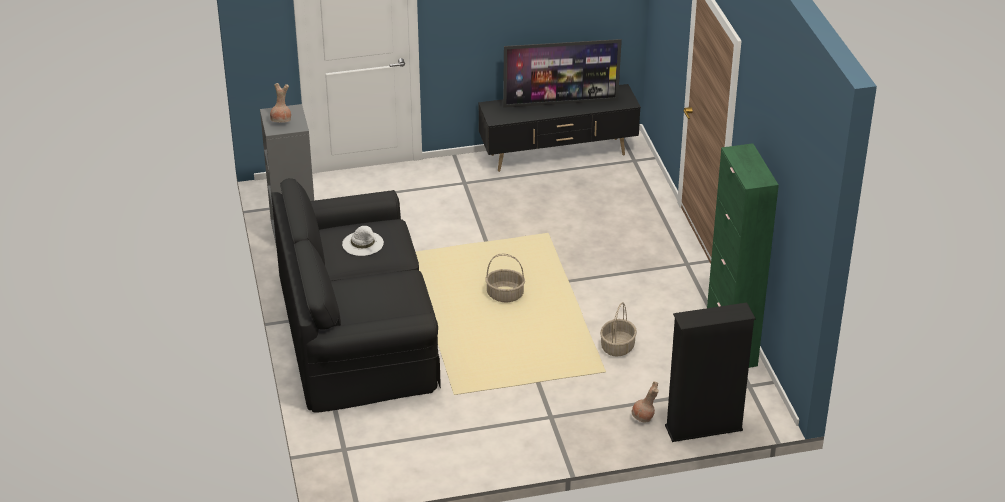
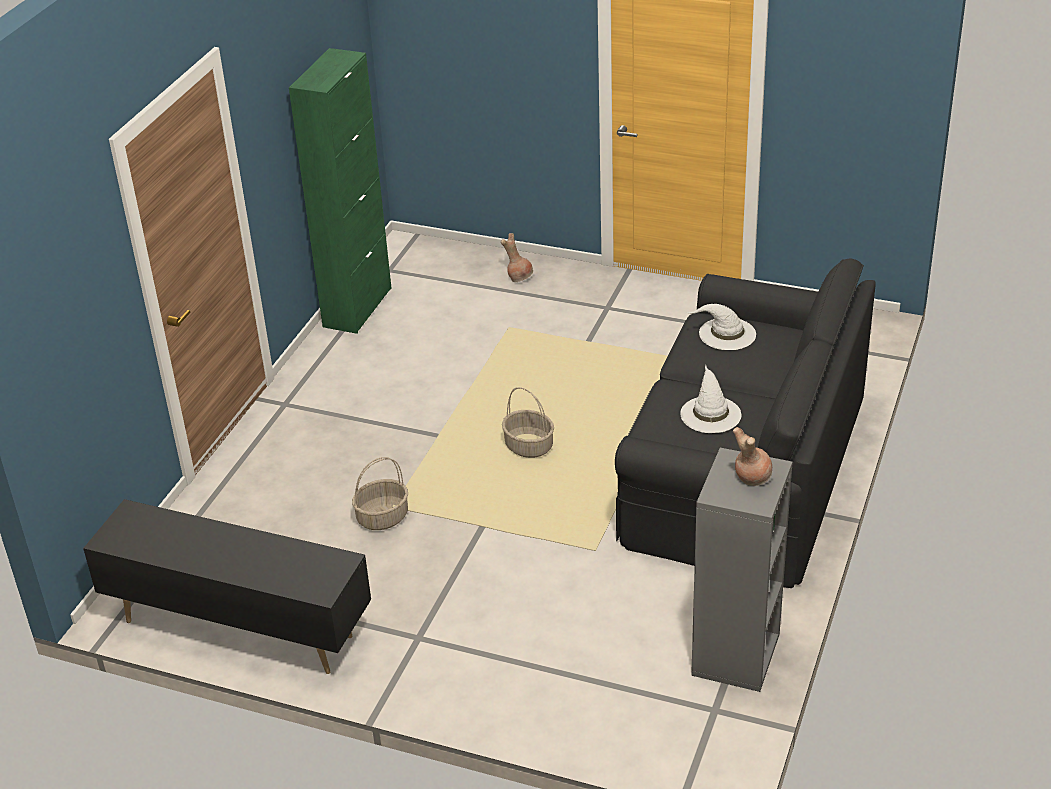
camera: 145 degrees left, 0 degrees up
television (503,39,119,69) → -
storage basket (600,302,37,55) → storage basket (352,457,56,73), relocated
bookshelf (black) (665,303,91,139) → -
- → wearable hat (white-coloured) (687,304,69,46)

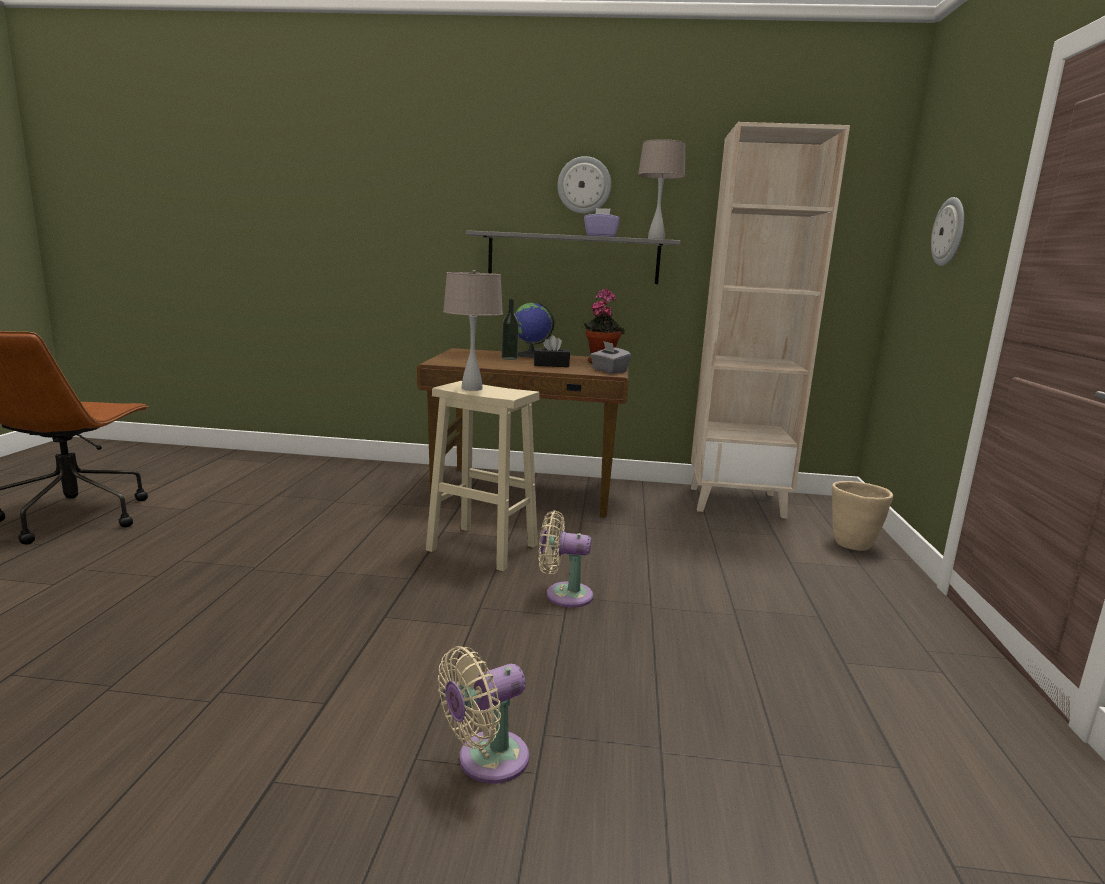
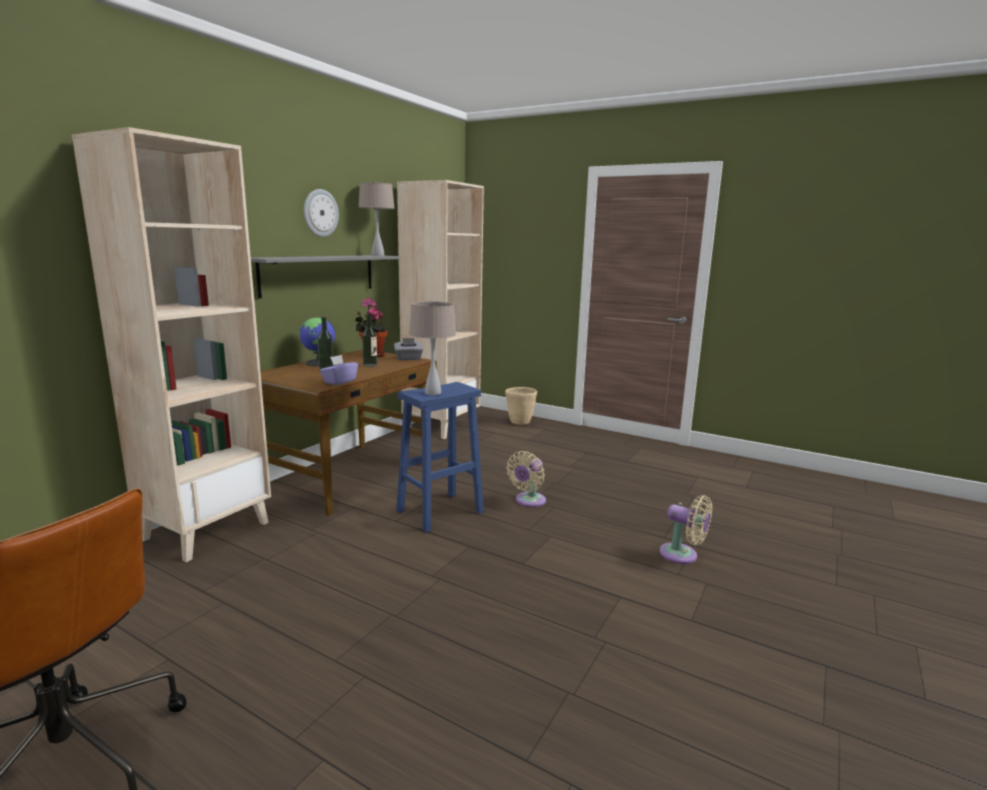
camera: 65 degrees left, 0 degrees up
stool seat (beige-coloured) (426,381,113,190) → stool seat (blue-coloured) (396,382,88,151)
fan (beige-coloured) (438,646,91,138) → fan (beige-coloured) (659,496,53,68), 45 degrees counterclockwise
tissue box (black) (534,335,36,32) → beverage bottle (362,315,15,52)
tissue box (purple) (584,208,36,29) → tissue box (purple) (320,355,38,30), relocated
clock on the wall (931,197,33,69) → -
- → bookshelf (beige-coloured) (72,127,199,435)

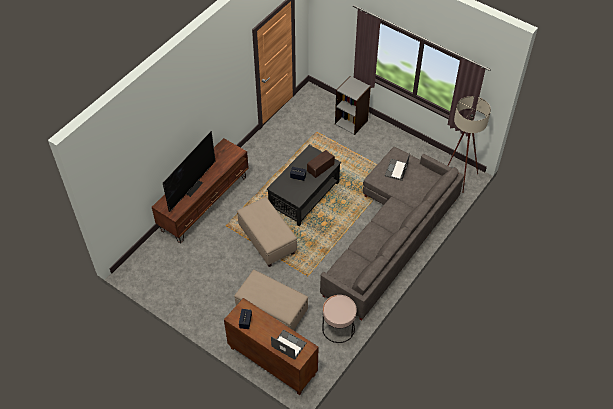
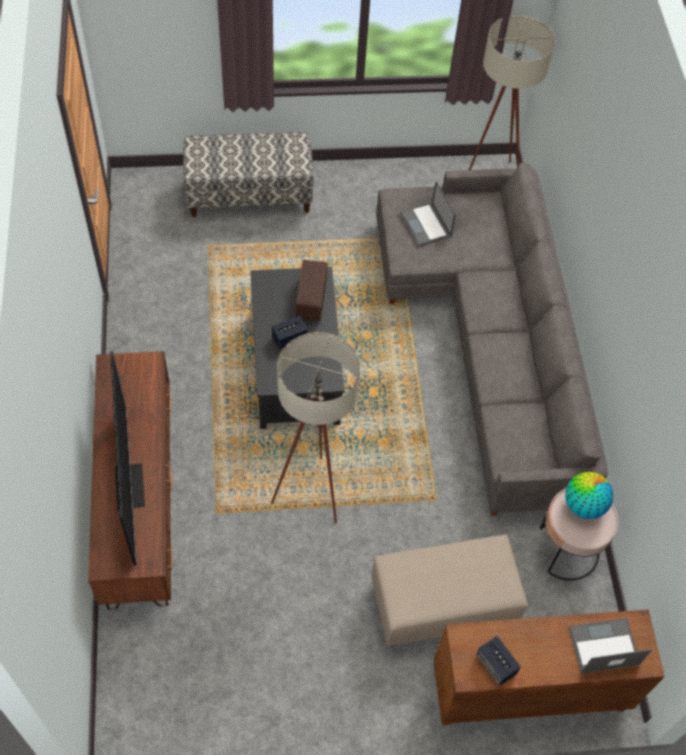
camera: 45 degrees left, 5 degrees up
pouffe (beige-coloured) (237,197,60,70) → standing lamp (beige-coloured) (271,332,89,191)
bookshelf (grey) (335,76,36,59) → long seat (183,132,131,85)
- → desk globe (565,472,49,47)

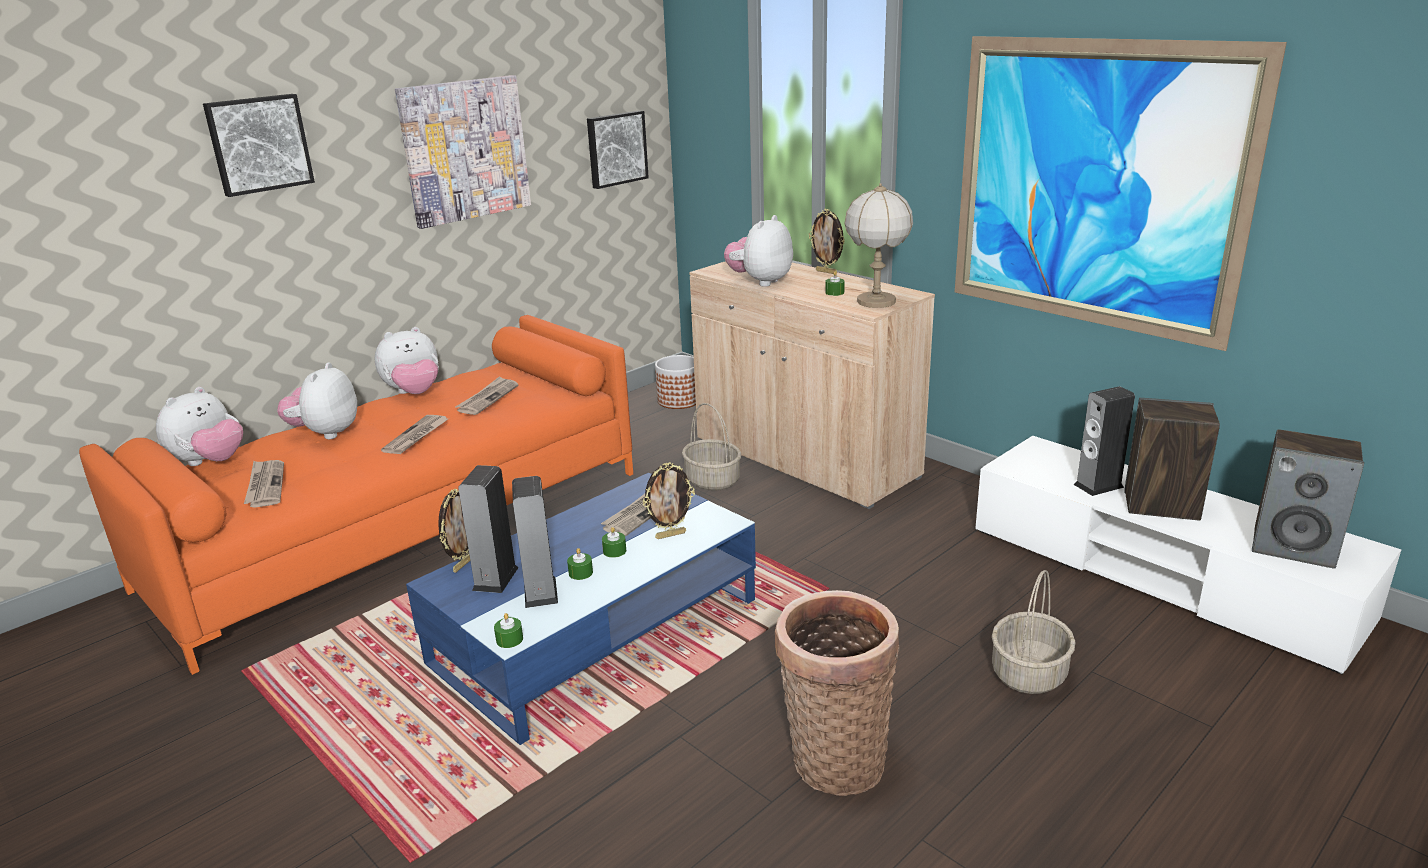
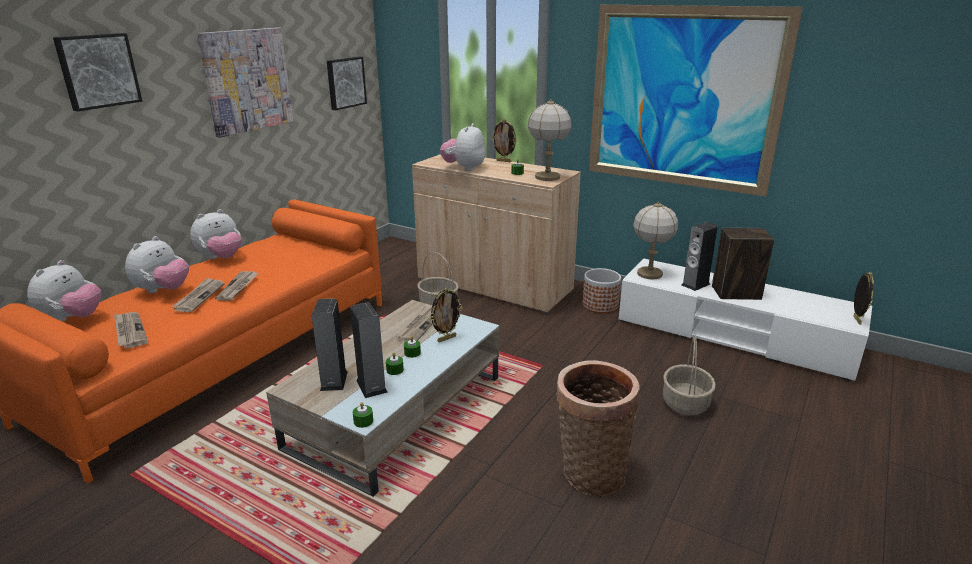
camera: 15 degrees left, 0 degrees up
plush toy (277,362,80,77) → plush toy (125,236,64,57), 150 degrees counterclockwise
low table (blue-coloured) (406,473,350,272) → low table (beige-coloured) (266,300,233,197)
photo frame (438,489,32,84) → photo frame (853,272,21,53), relocated
printed paper (456,376,62,39) → printed paper (172,278,53,34), relocated
flower pot (655,355,41,54) → flower pot (583,268,38,45), relocated
loudspeaker (1252,429,112,140) → -
- → tabletop lamp (633,202,45,77)

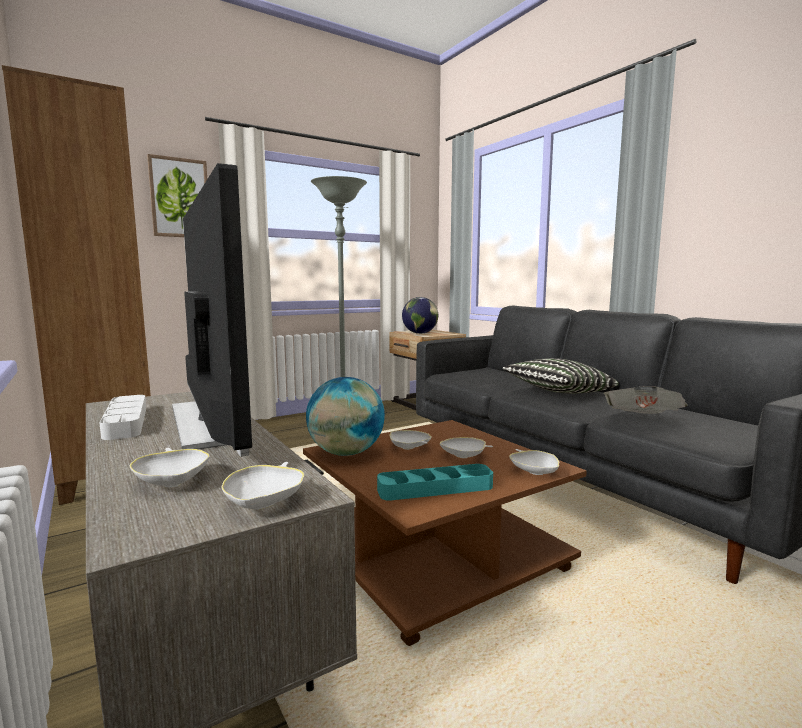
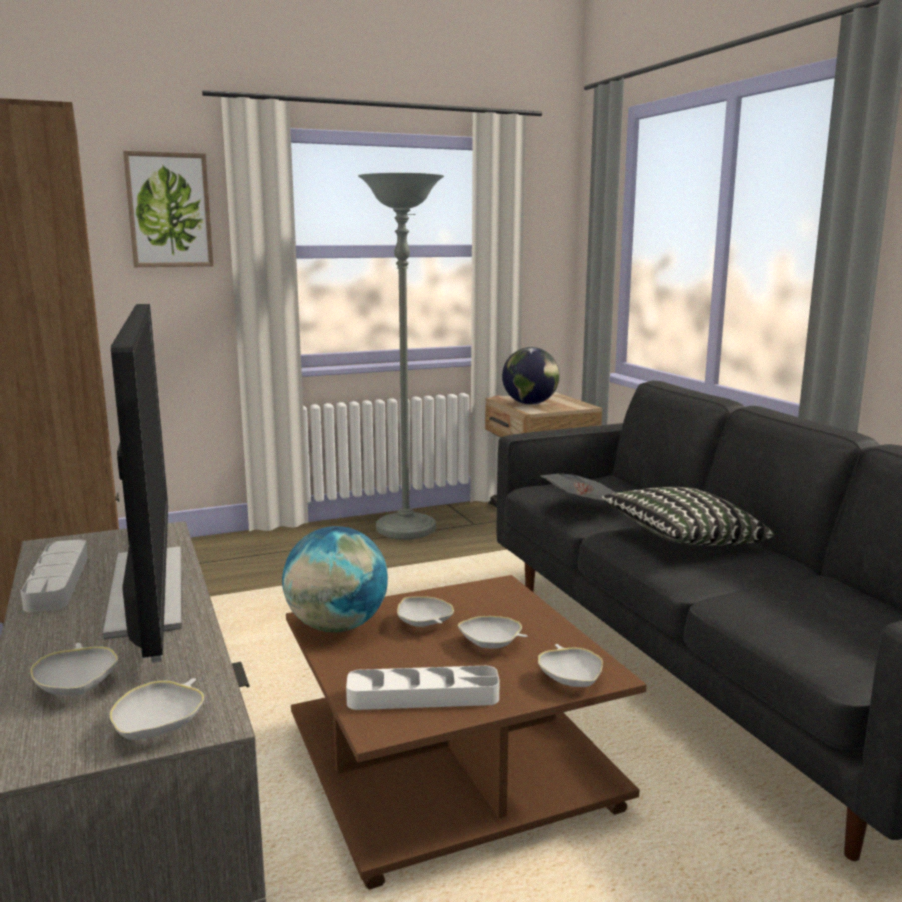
camera: 10 degrees right, 5 degrees up
tray (turquoise) (377,464,116,37) → tray (white-coloured) (346,666,153,44)
printed paper (604,386,84,28) → printed paper (541,474,75,27), relocated

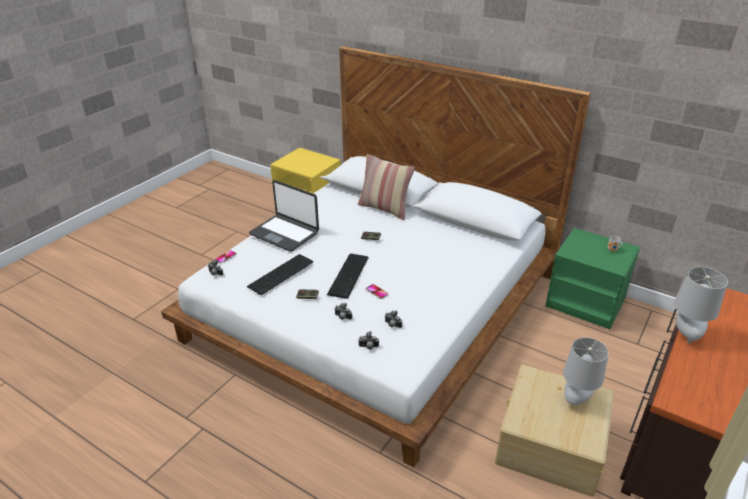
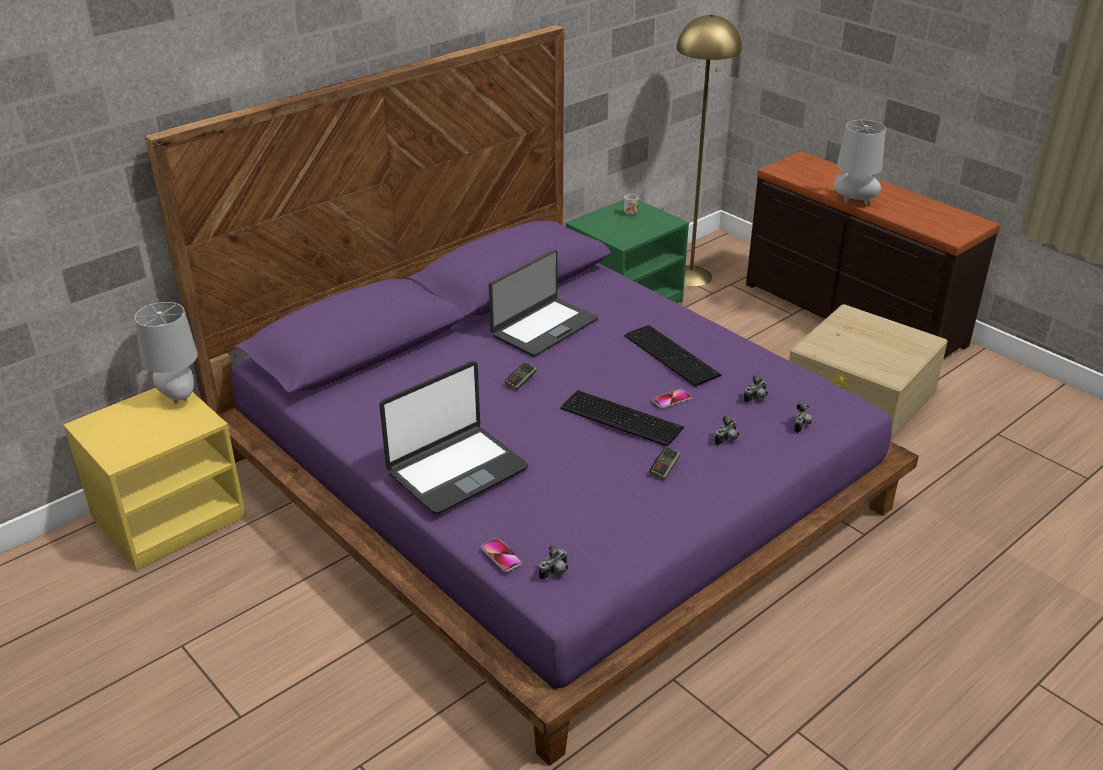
camera: 75 degrees left, 0 degrees up
sleeping bed (white-coloured) (161,46,430,422) → sleeping bed (purple) (145,25,774,741)
PC keyboard (247,254,66,41) → PC keyboard (625,325,96,62), relocated
throw pillow (358,154,57,66) → -
tabletop lamp (grey) (563,337,46,69) → tabletop lamp (grey) (135,302,63,102), relocated
- → portable computer (489,249,109,108)
- → standing lamp (yellow) (677,14,65,273)

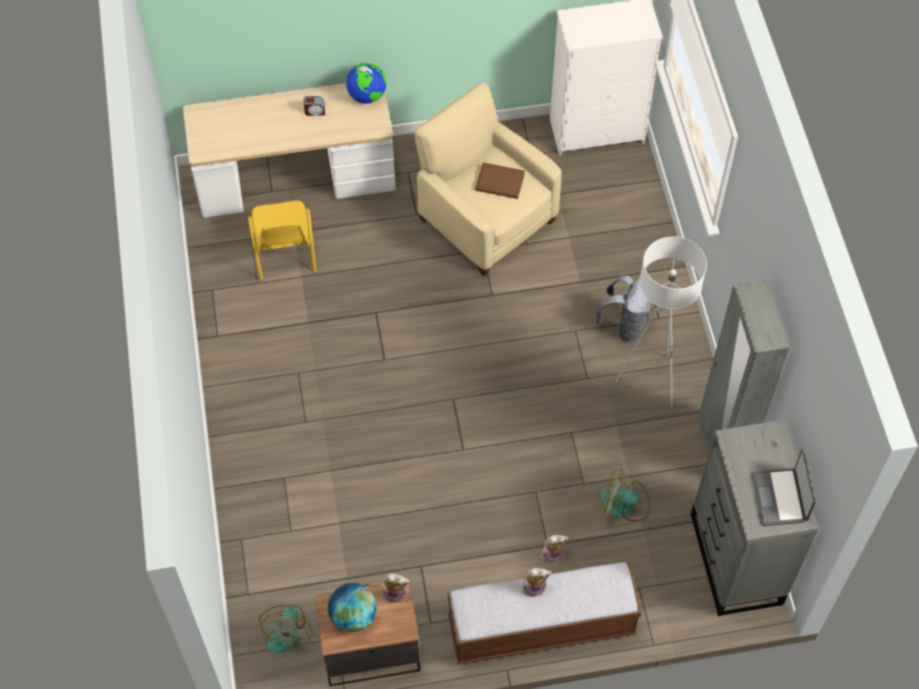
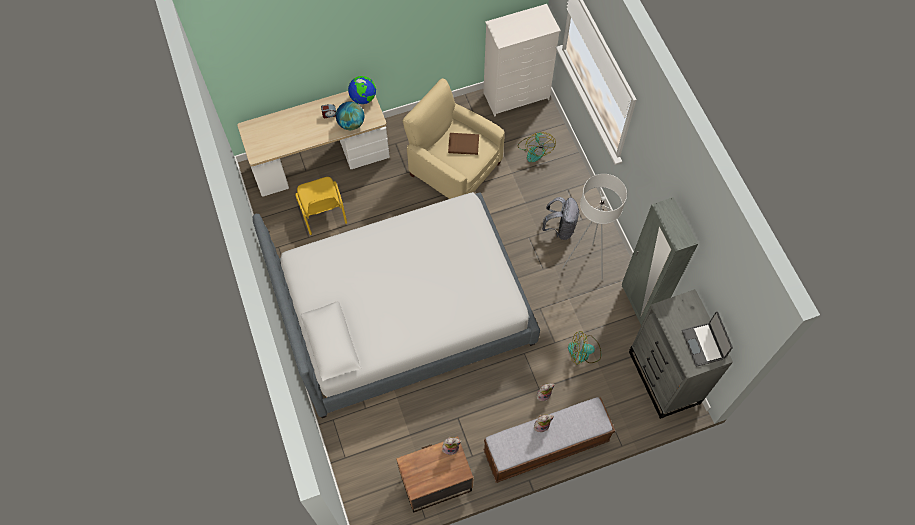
camera: 10 degrees left, 5 degrees up
fan (259,605,54,48) → fan (518,132,38,30), relocated
desk globe (328,583,49,49) → desk globe (336,102,28,28), relocated
- → sleeping bed (253,192,287,226)

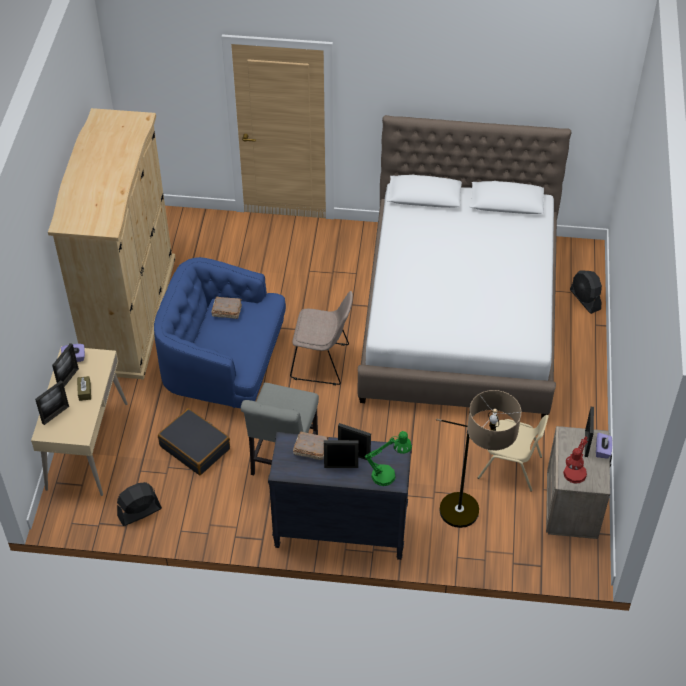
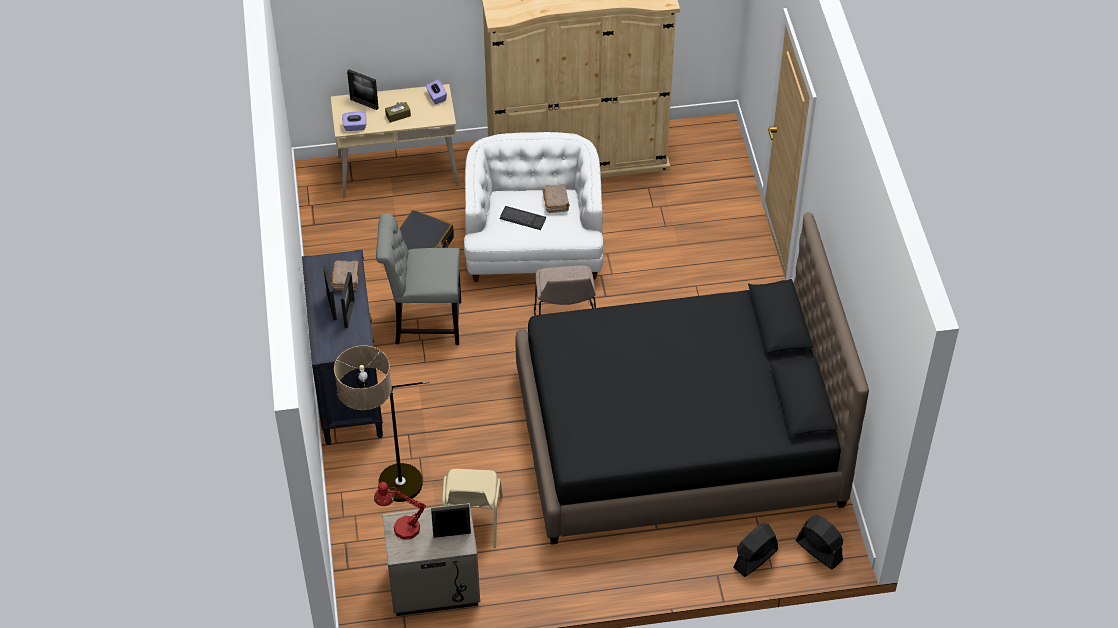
camera: 75 degrees right, 0 degrees up
photo frame (52,343,27,44) → -
fan (black) (117,482,45,44) → fan (black) (796,515,47,54), relocated
easy chair (blue-coloured) (154,257,132,151) → easy chair (white-coloured) (464,132,140,150)
sleeping bed (white-coloured) (357,115,215,304) → sleeping bed (black) (515,212,354,333)
tabletop lamp (green) (365,431,47,55) → -
tissue box (purple) (596,433,16,26) → tissue box (purple) (342,112,24,19), relocated
- → PC keyboard (499,206,47,24)

